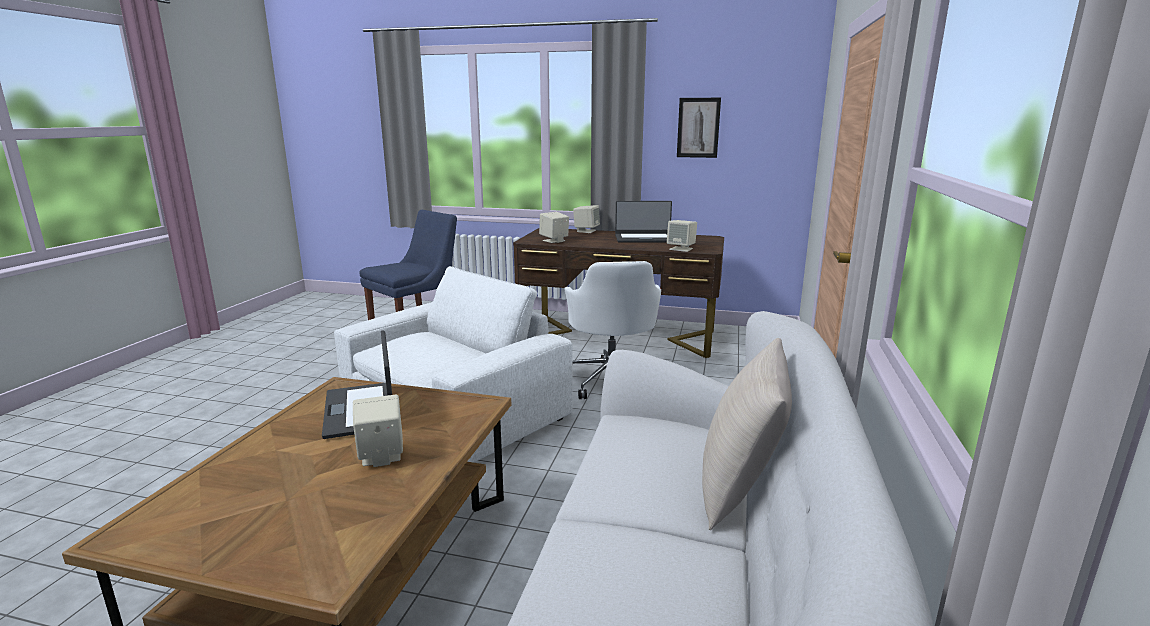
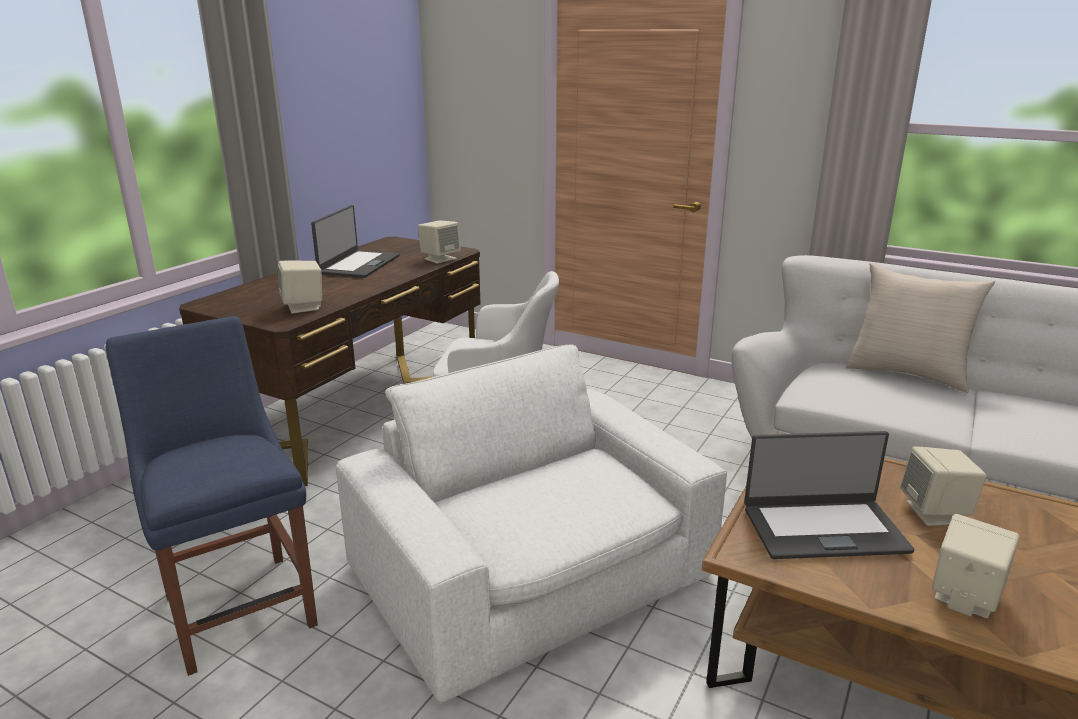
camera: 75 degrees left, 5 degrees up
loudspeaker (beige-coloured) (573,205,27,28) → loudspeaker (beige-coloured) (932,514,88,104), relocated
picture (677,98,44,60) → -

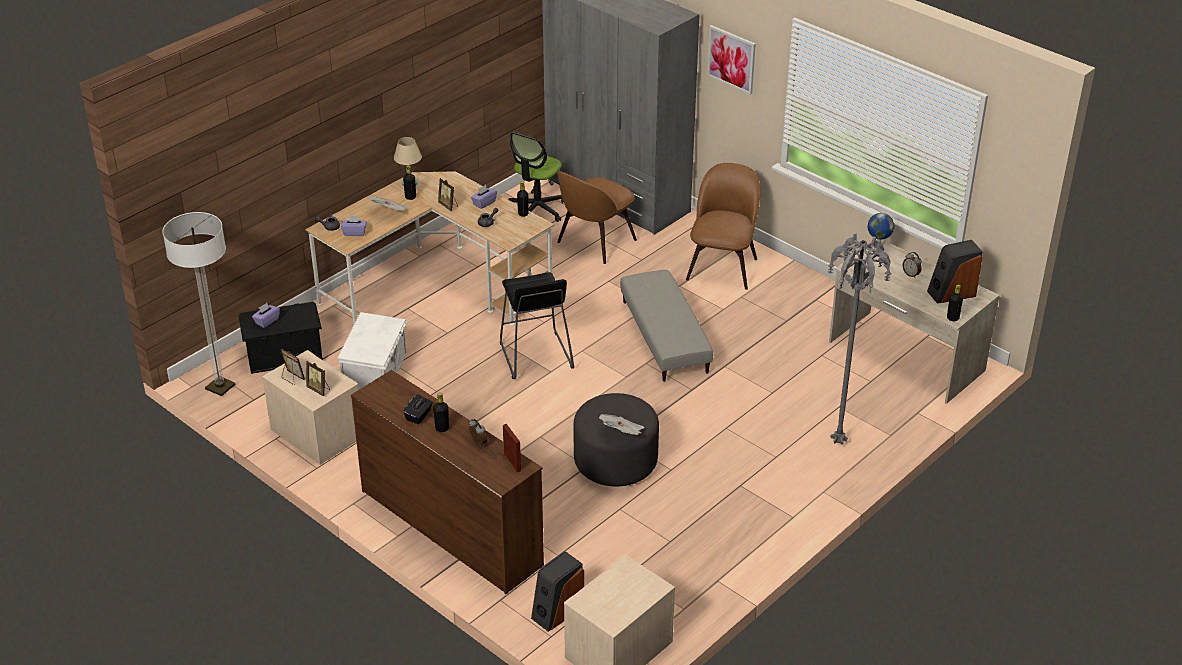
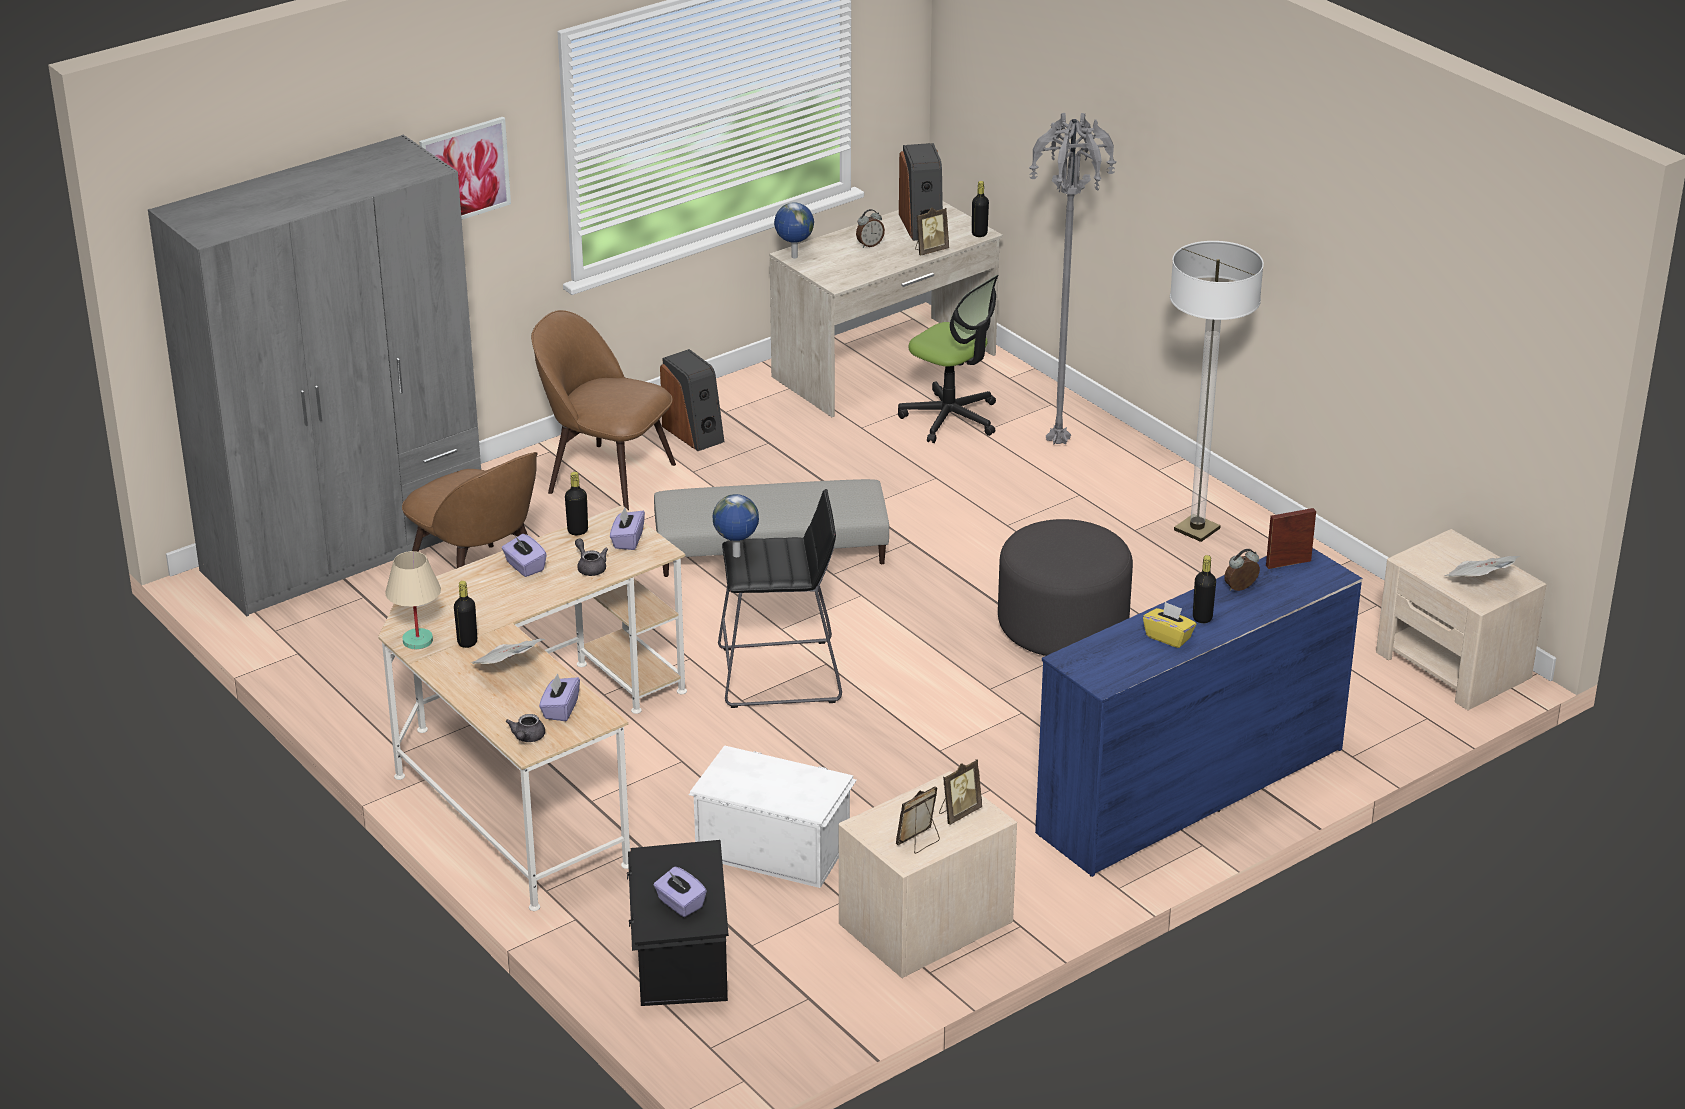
camera: 80 degrees left, 5 degrees down
standing lamp (162,212,74,184) → standing lamp (1170,241,94,301), relocated
chest of drawers (brownish) (351,370,193,224) → chest of drawers (blue-coloured) (1035,548,328,329)
tissue box (black) (403,394,30,30) → tissue box (yellow) (1143,602,53,46)
photo frame (438,178,20,33) → photo frame (915,208,34,48), relocated
office chair (508,132,56,90) → office chair (898,275,101,168), relocated
loudspeaker (531,551,53,81) → loudspeaker (660,349,64,102), relocated
printed paper (599,414,45,21) → printed paper (1445,556,75,21), relocated
- → tissue box (purple) (610,507,35,43)
- → desk globe (713,494,46,63)

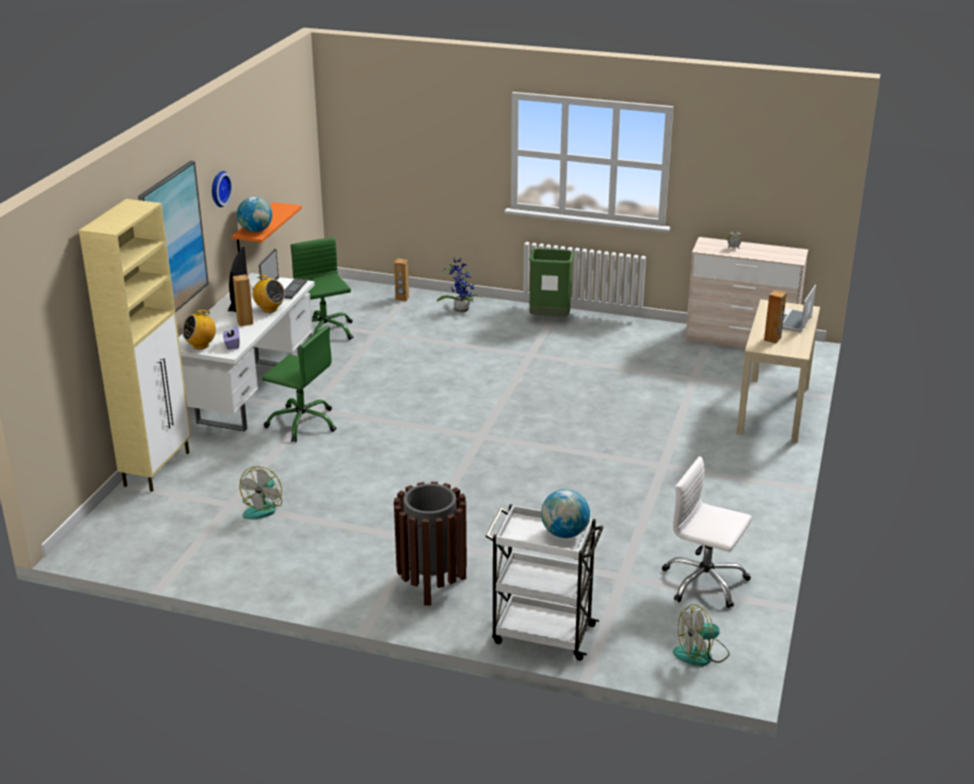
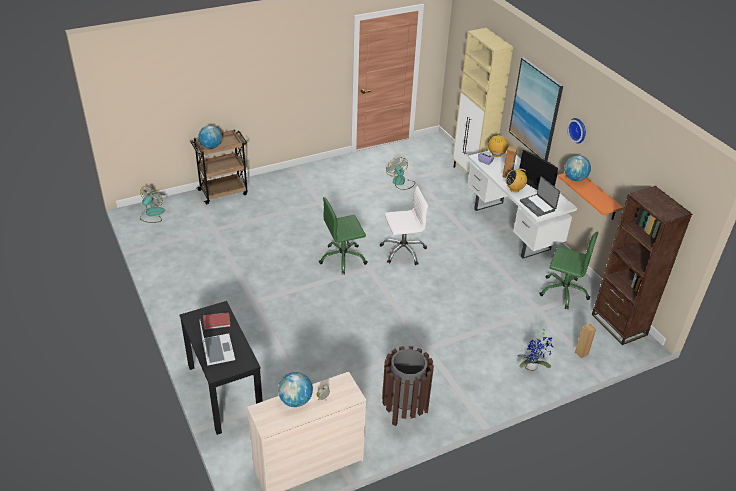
camera: 135 degrees right, 10 degrees up
office chair (green) (262,325,74,117) → office chair (green) (319,197,49,78), relocated
trash can (brownish) (394,482,73,124) → trash can (brownish) (382,346,52,80), relocated
cart (white-coloured) (485,504,119,156) → cart (brownish) (190,129,58,75)
trash can (green) (529,249,45,67) → -
office chair (white-coloured) (662,456,90,152) → office chair (white-coloured) (380,186,48,79), relocated
console table (beige-coloured) (736,299,84,144) → console table (black) (179,301,84,134)
loudspeaker (brownish) (764,290,23,53) → bound book (reddish) (203,312,27,18)
- → desk globe (278,372,35,35)
- → bookshelf (brownish) (592,186,100,159)

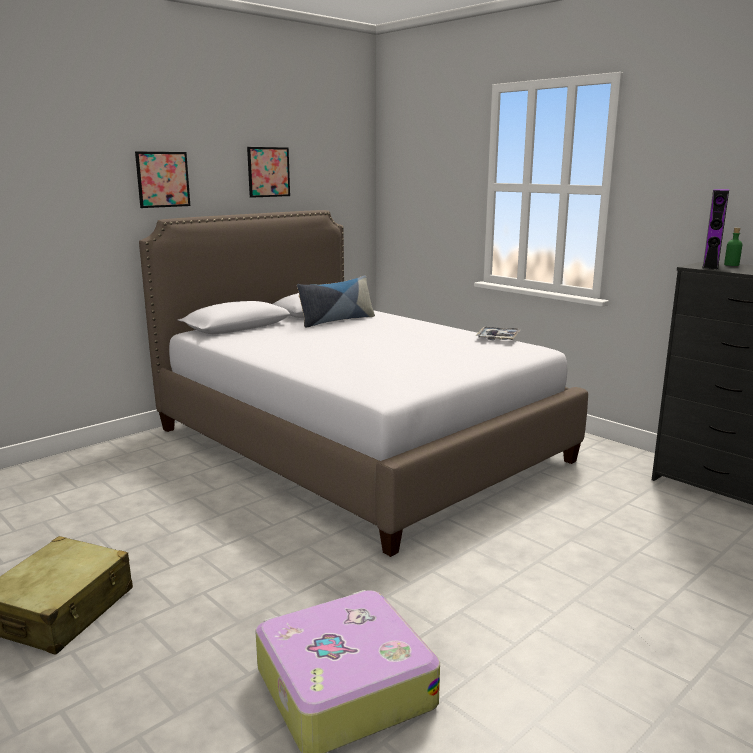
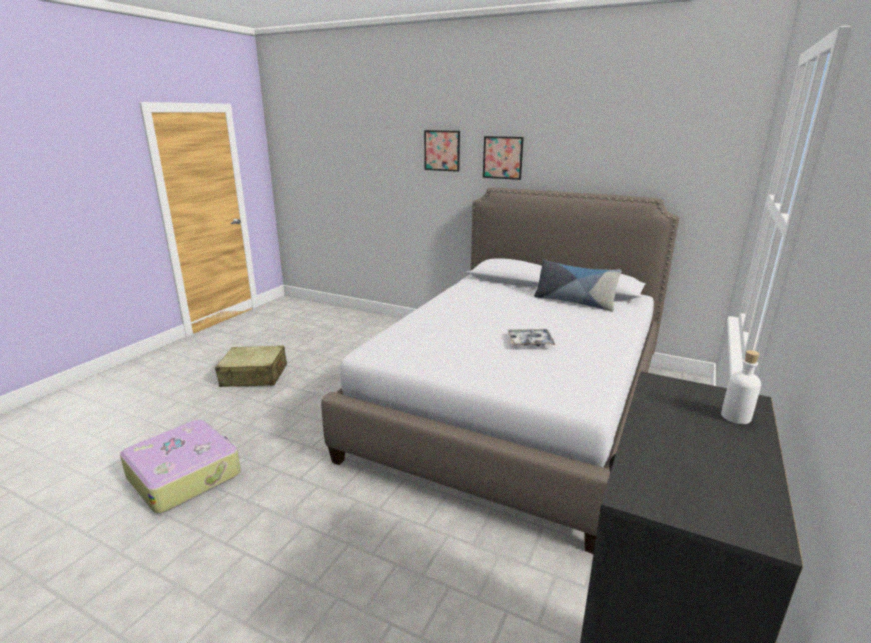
camera: 70 degrees right, 5 degrees up
picture (247,147,43,51) → picture (424,130,36,42), relocated
tray (475,327,45,13) → tray (508,329,47,18), relocated
loudspeaker (purple) (702,189,27,81) → -
beverage bottle (green) (724,228,19,38) → beverage bottle (white-coloured) (721,350,40,74)

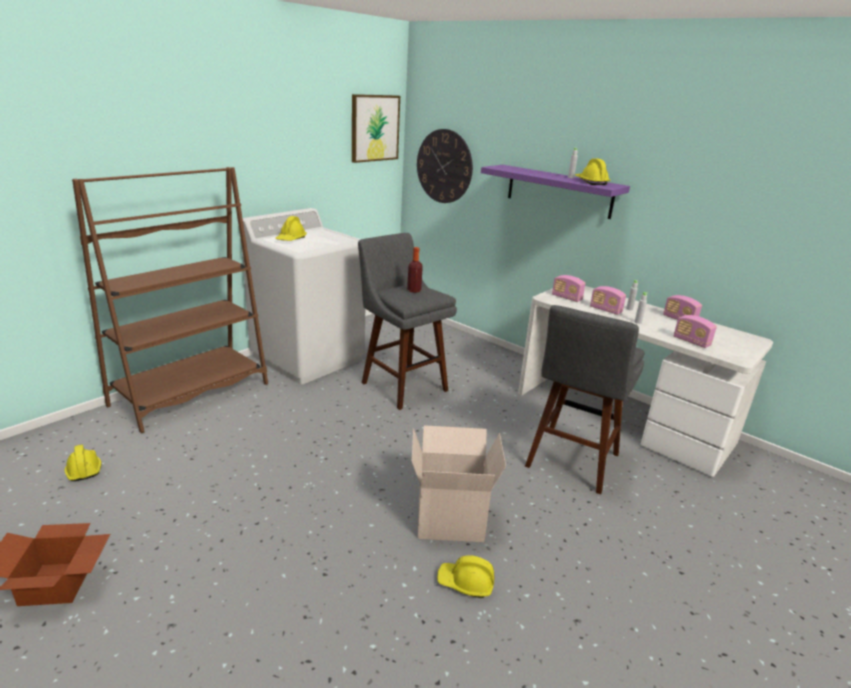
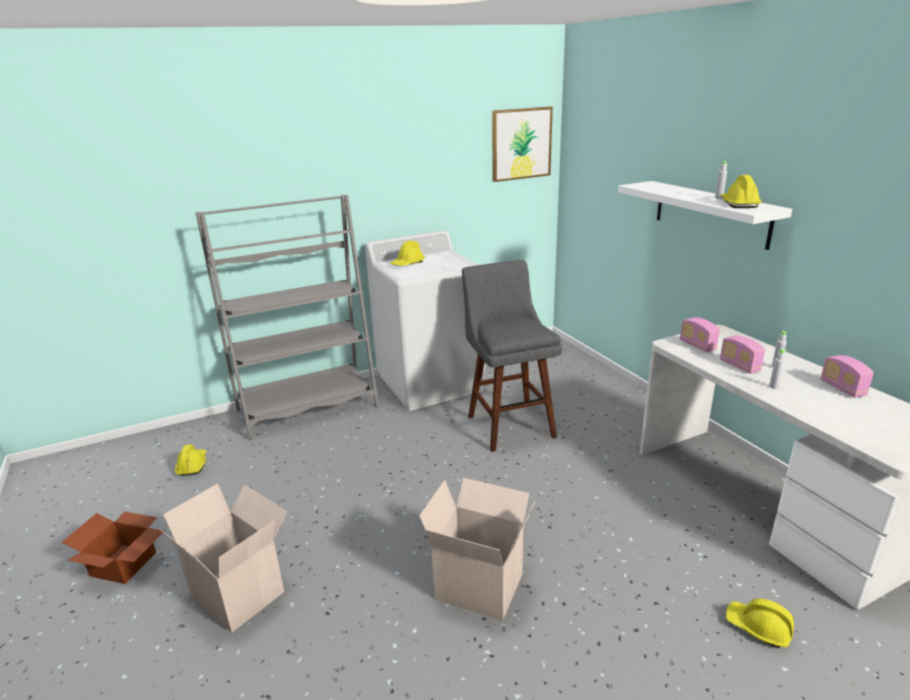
camera: 25 degrees right, 0 degrees up
bookshelf (brownish) (72,167,196,266) → bookshelf (grey) (196,195,183,245)
beverage bottle (407,247,16,46) → -
clock on the wall (417,129,56,74) → -
work helmet (yellow) (437,555,57,43) → work helmet (yellow) (726,598,68,50), relocated
shelf (purple) (481,165,149,54) → shelf (white-coloured) (618,181,174,69)
stool seat (grey) (525,305,120,190) → -
radio receiver (674,315,43,33) → -
- → cardboard box (159,483,128,150)

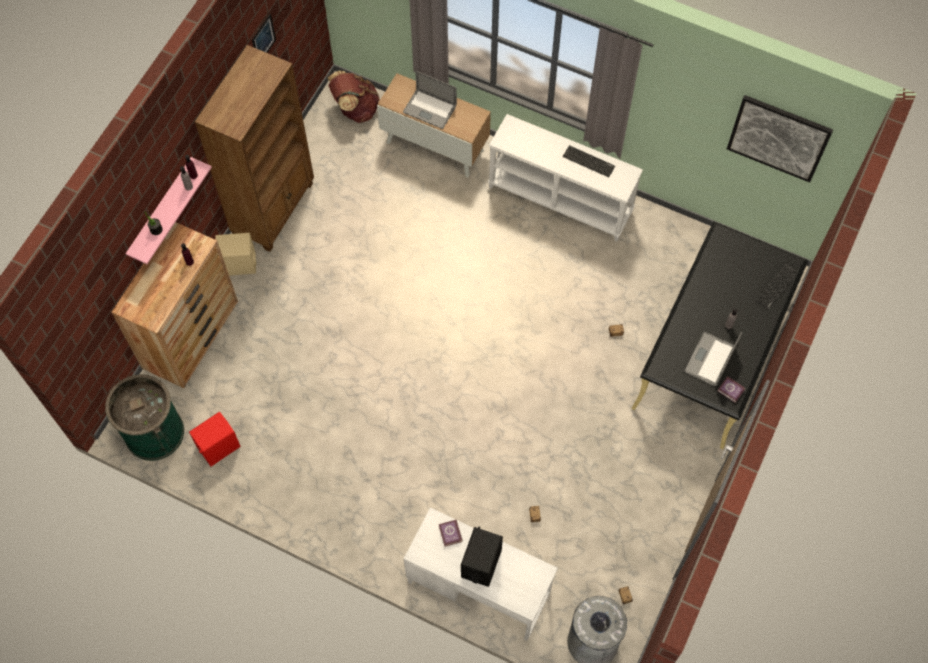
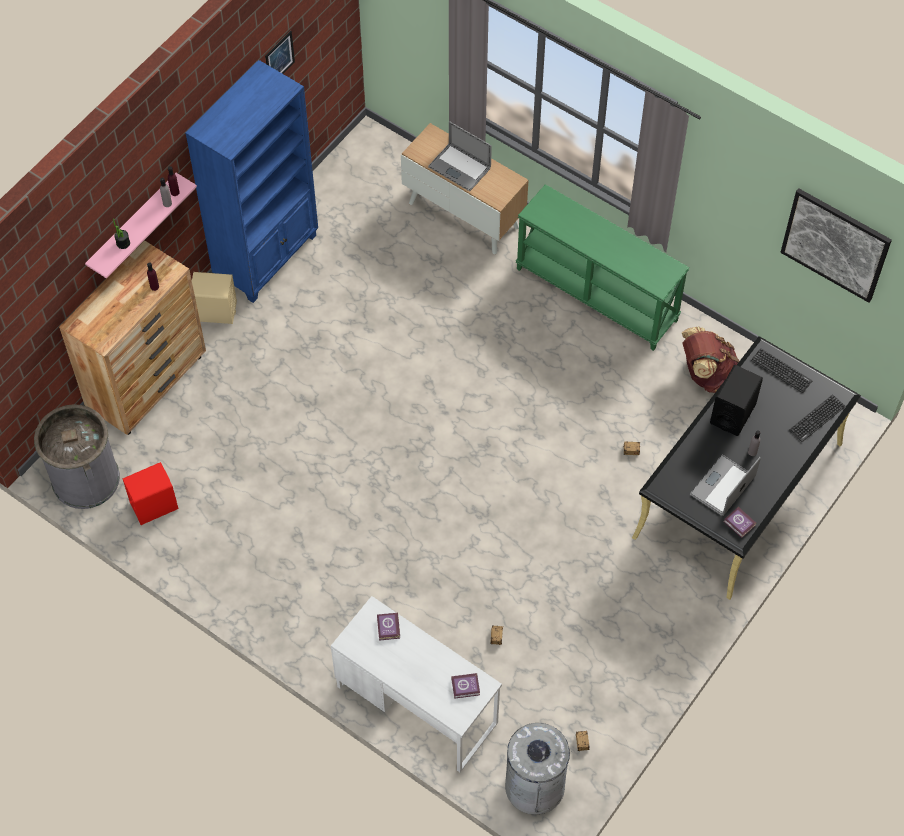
camera: 10 degrees right, 5 degrees down
trash can (green) (105,374,79,87) → trash can (grey) (34,404,86,105)
bookshelf (brownish) (195,45,119,207) → bookshelf (blue-coloured) (185,60,133,243)
knapsack (brownish) (327,70,53,53) → knapsack (brownish) (682,327,57,66), relocated
loudspeaker (black) (461,526,42,61) → loudspeaker (black) (710,365,53,71), relocated
console table (white-coloured) (488,114,155,128) → console table (green) (516,184,173,167)
PC keyboard (563,145,52,32) → PC keyboard (751,348,61,45), relocated
- → bound book (451,673,29,26)

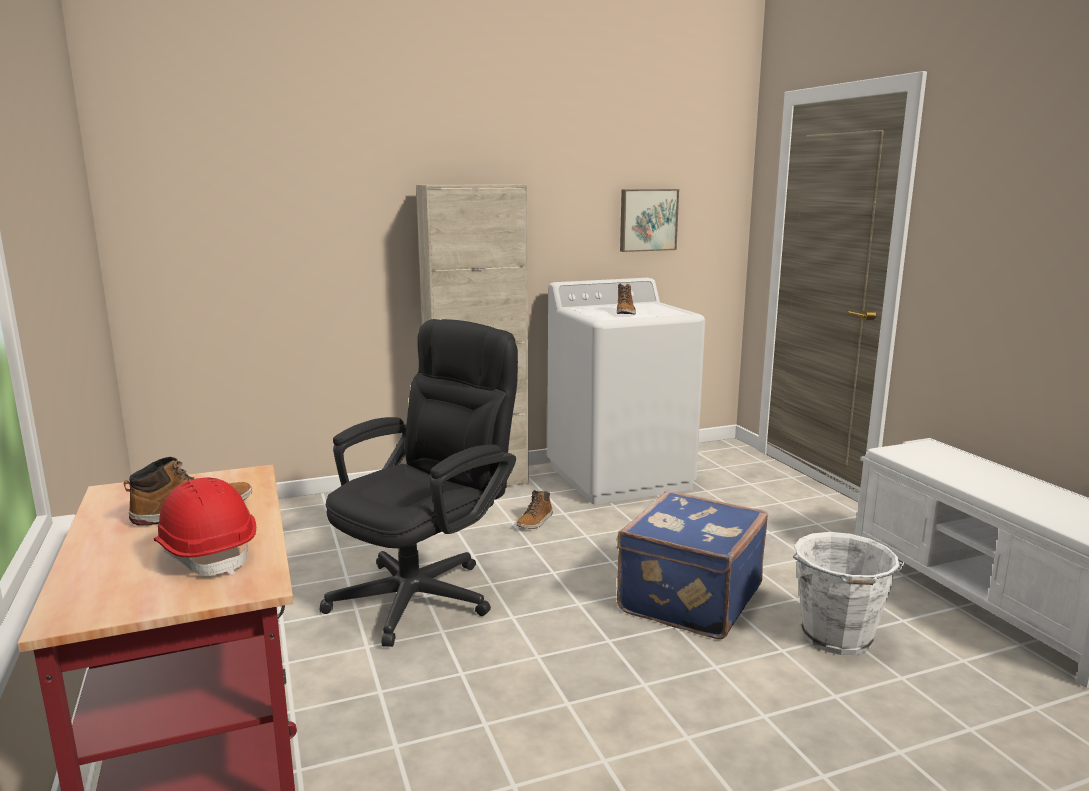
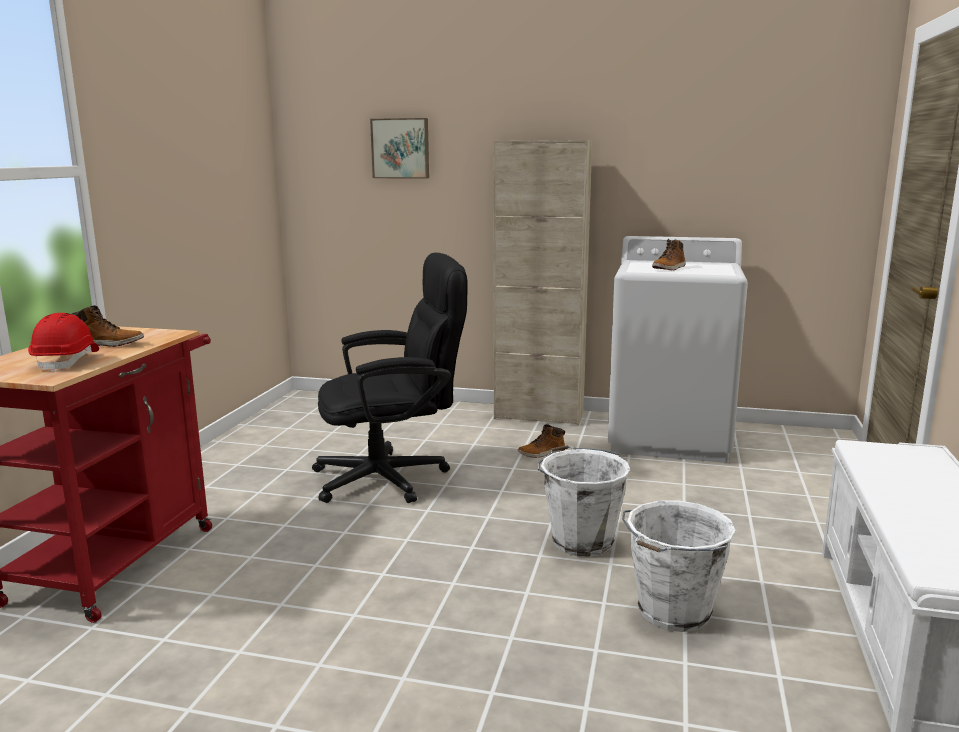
camera: 35 degrees right, 0 degrees up
piece of luggage (blue-coloured) (617,490,151,149) → pail (white-coloured) (538,445,93,112)
picture (620,189,59,63) → picture (370,118,59,60), relocated

